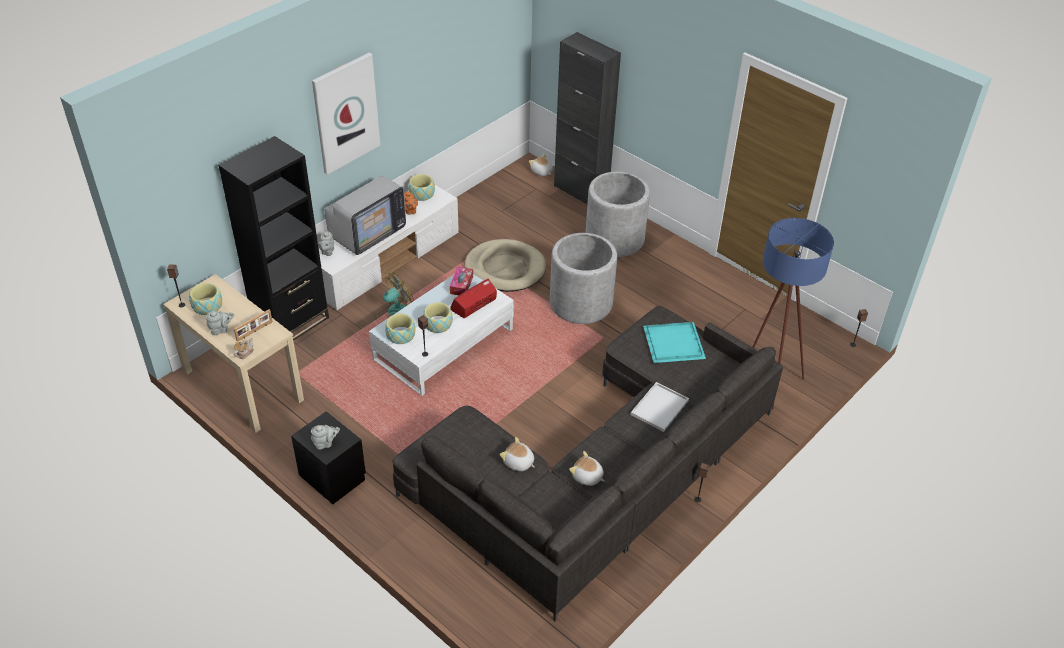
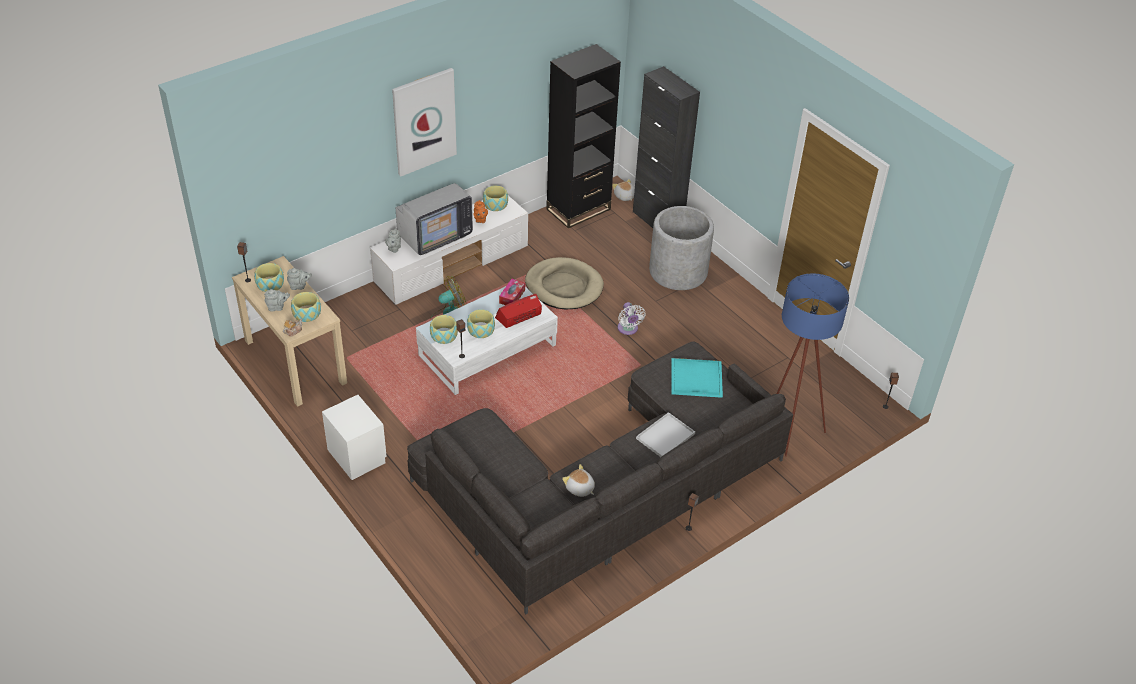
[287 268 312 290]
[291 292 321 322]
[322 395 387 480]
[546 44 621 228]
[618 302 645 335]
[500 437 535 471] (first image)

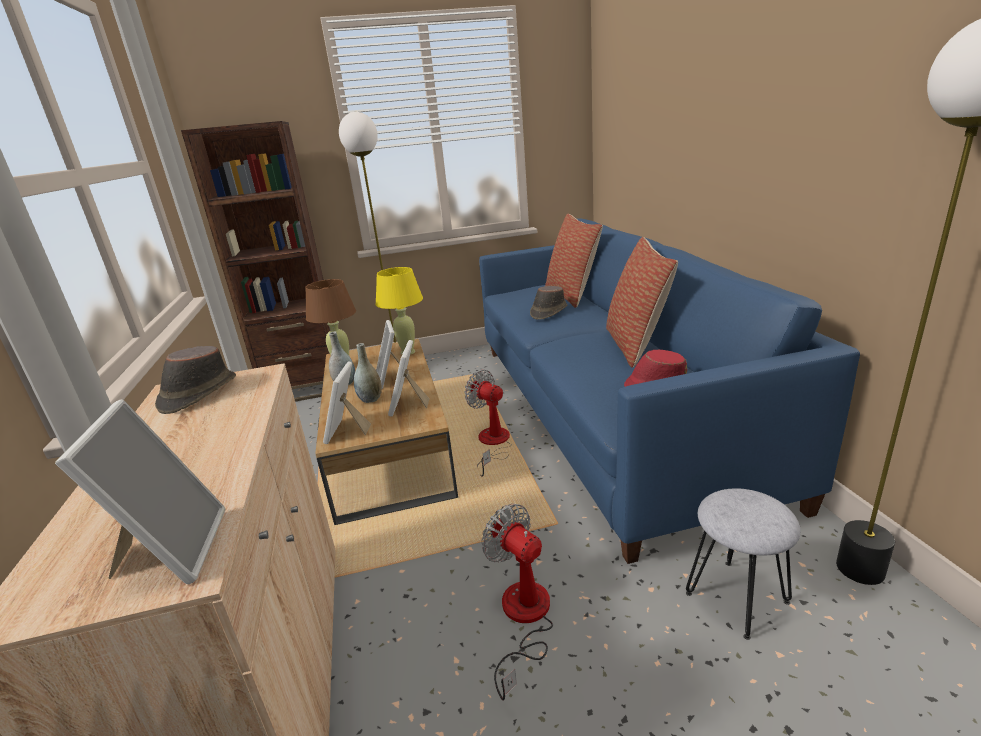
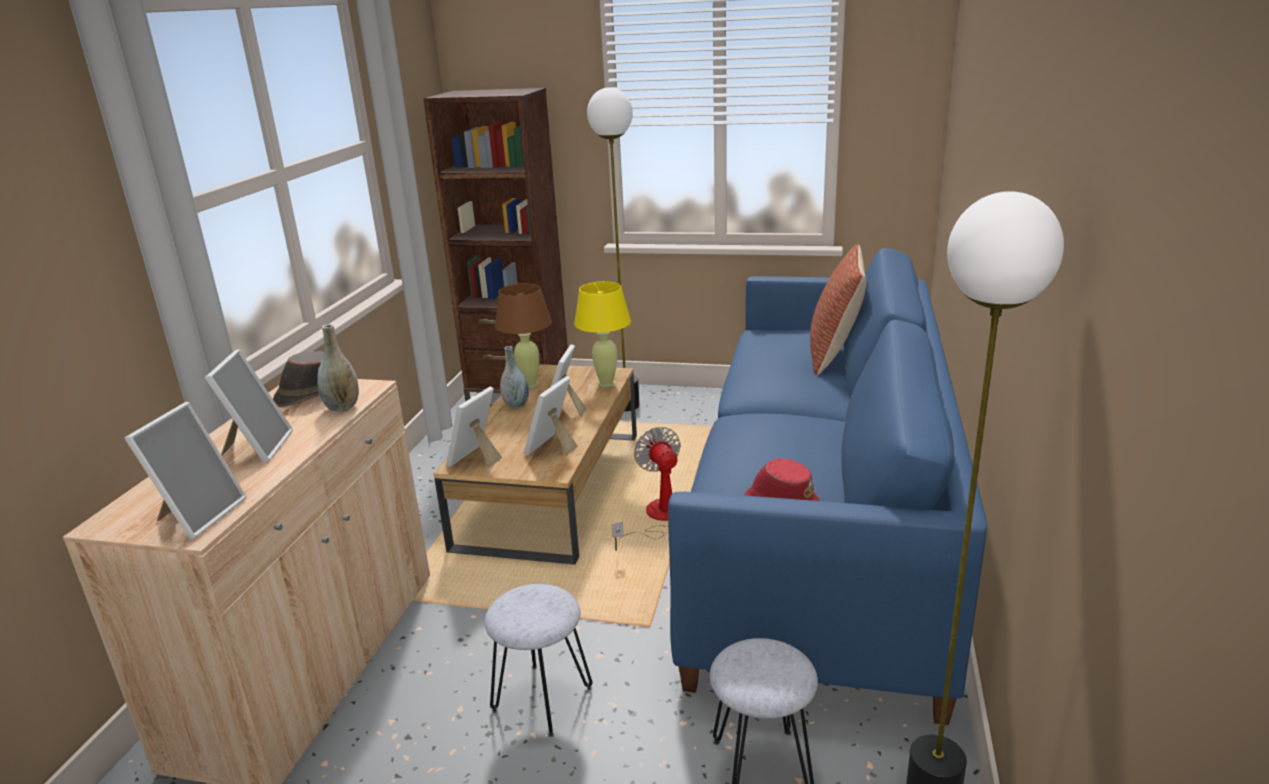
[204 349 293 463]
[317 324 359 412]
[484 584 592 737]
[530 286 567 320] (first image)
[606 237 678 368] (first image)

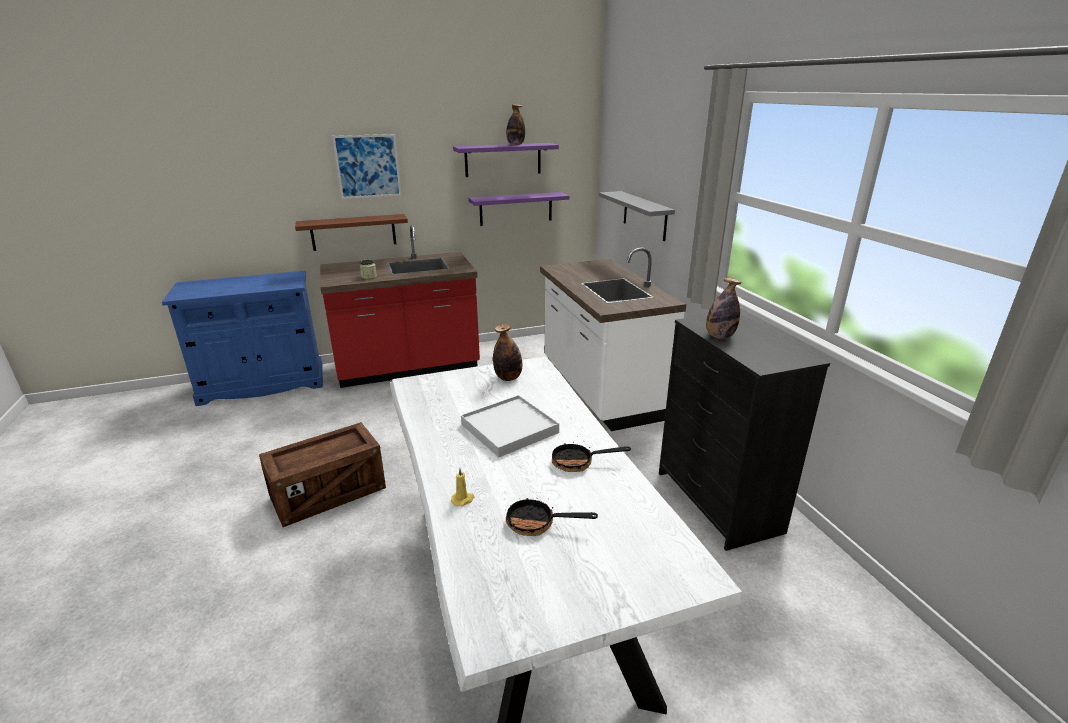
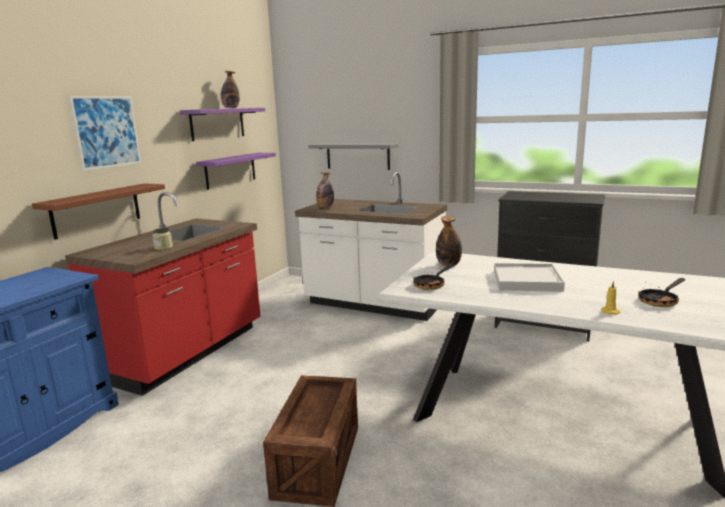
[316 173 334 207]
[413 264 455 290]

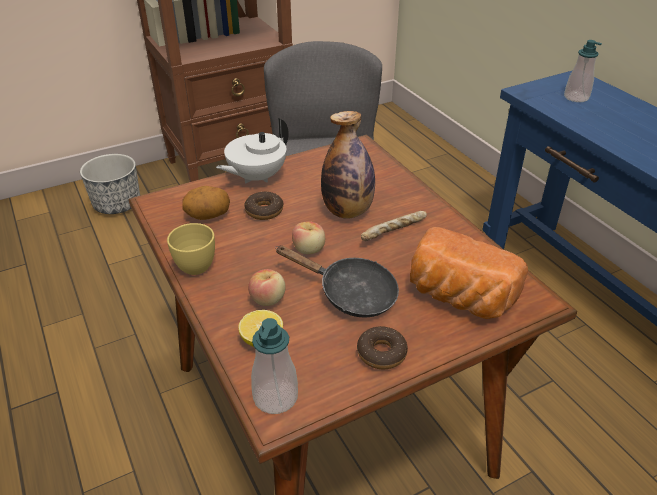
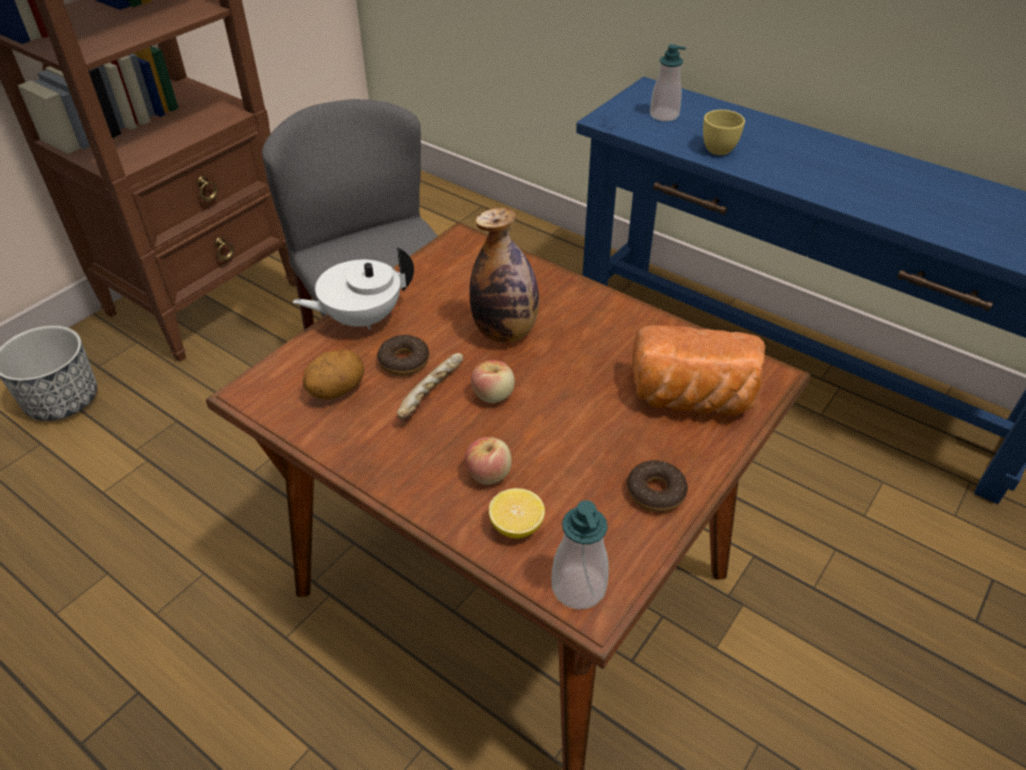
[293 247 414 330]
[397 353 463 420]
[703 110 745 155]
[275 245 399 318] (first image)

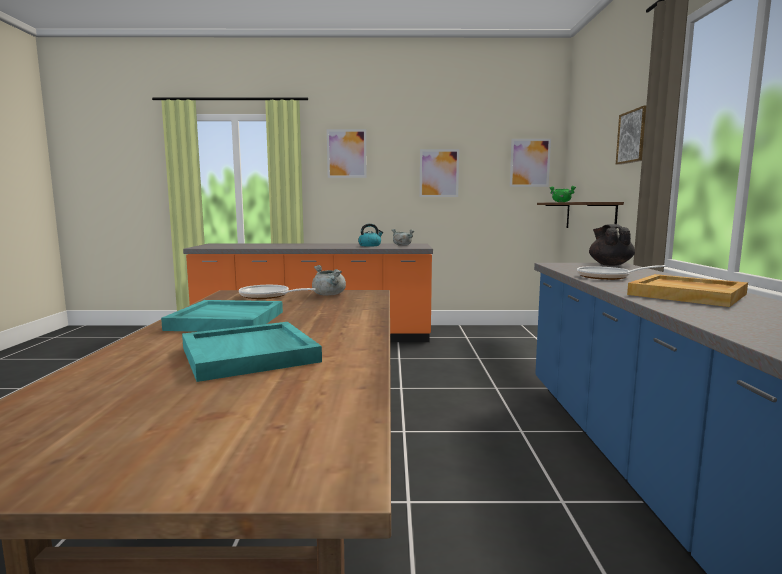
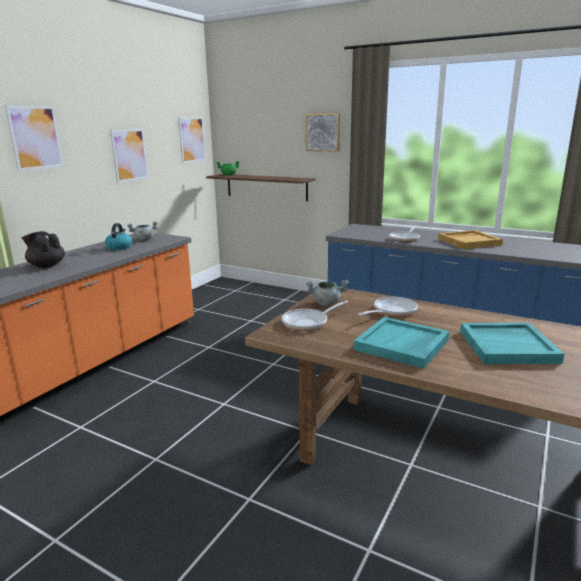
[22 231 65 268]
[358 297 418 316]

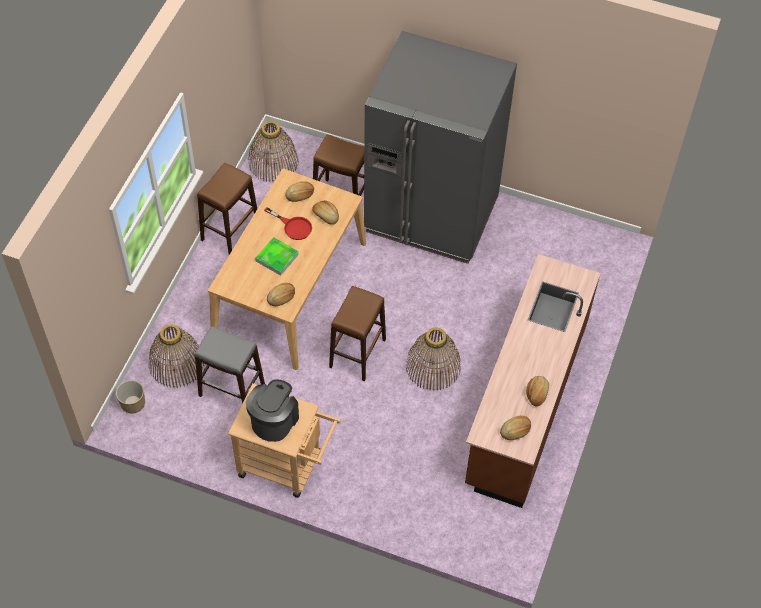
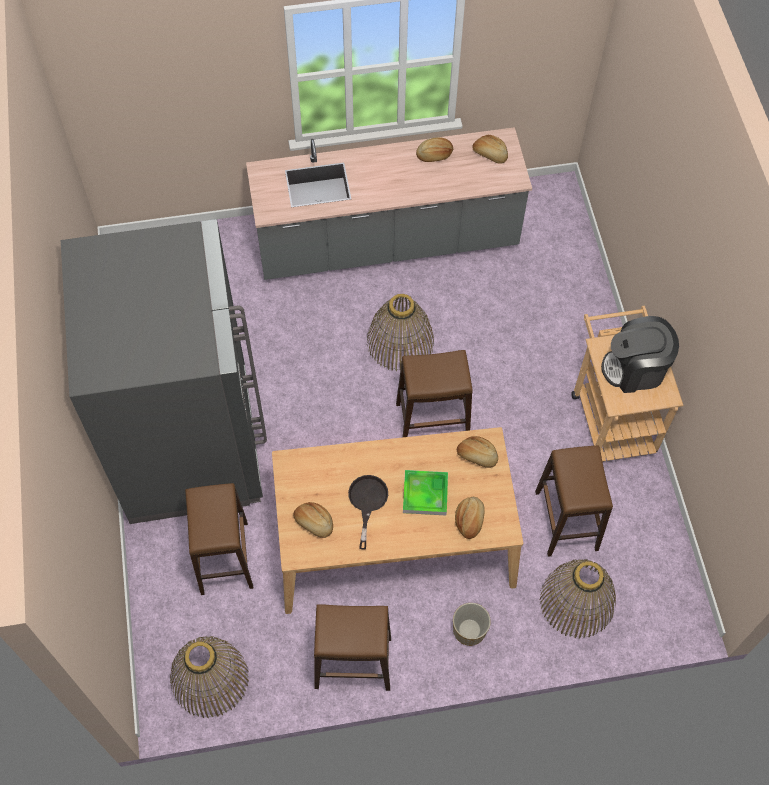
[246 127 532 280]
[348 475 388 550]
[453 603 491 646]
[455 497 485 539]
[535 446 613 557]

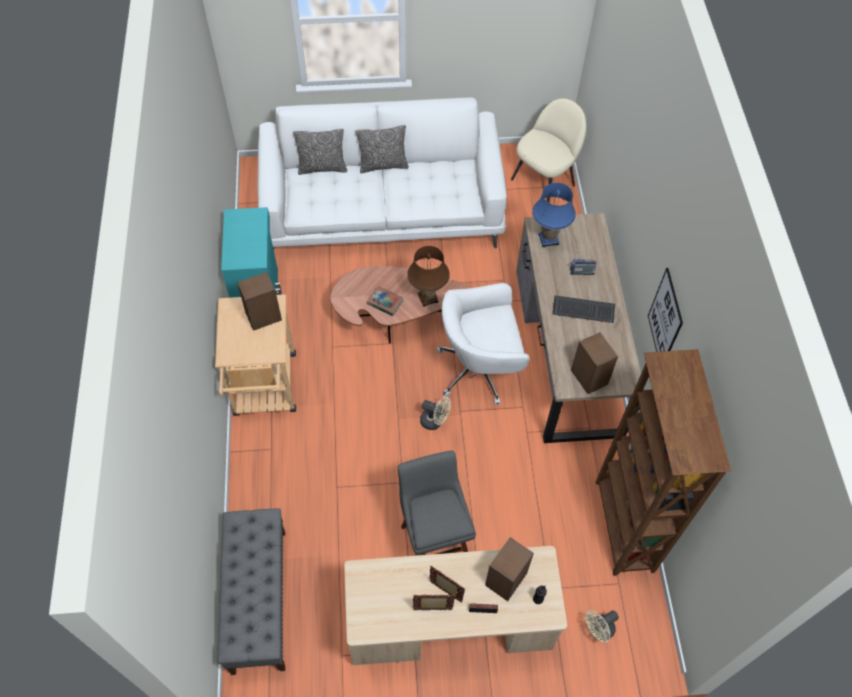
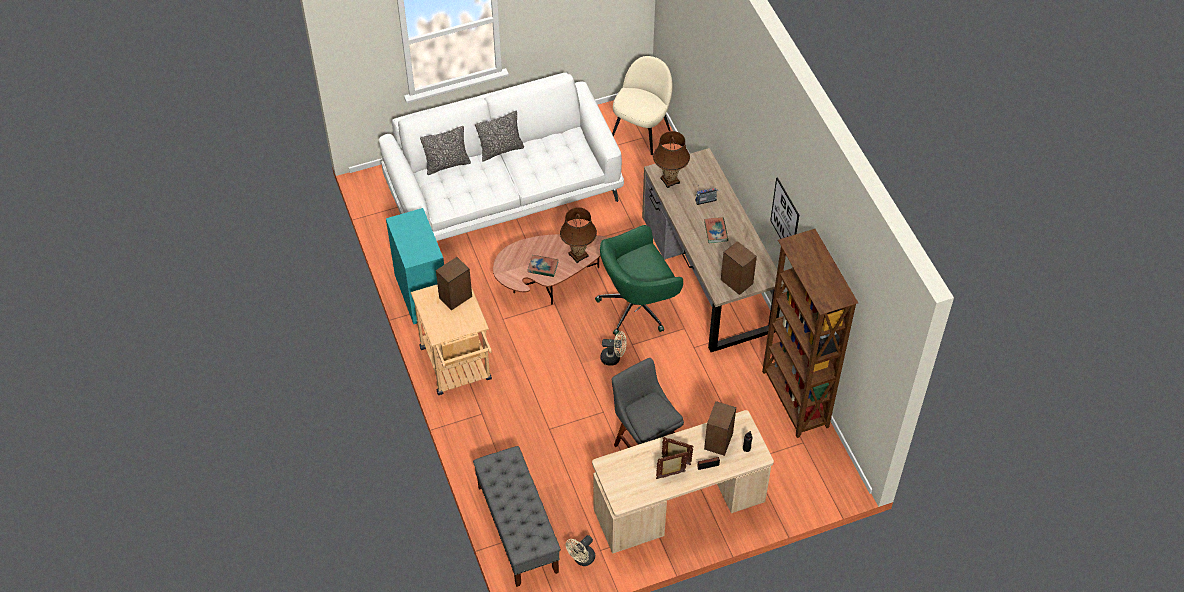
[566 535 595 566]
[595 225 683 336]
[653 131 690 188]
[704 217 728 243]

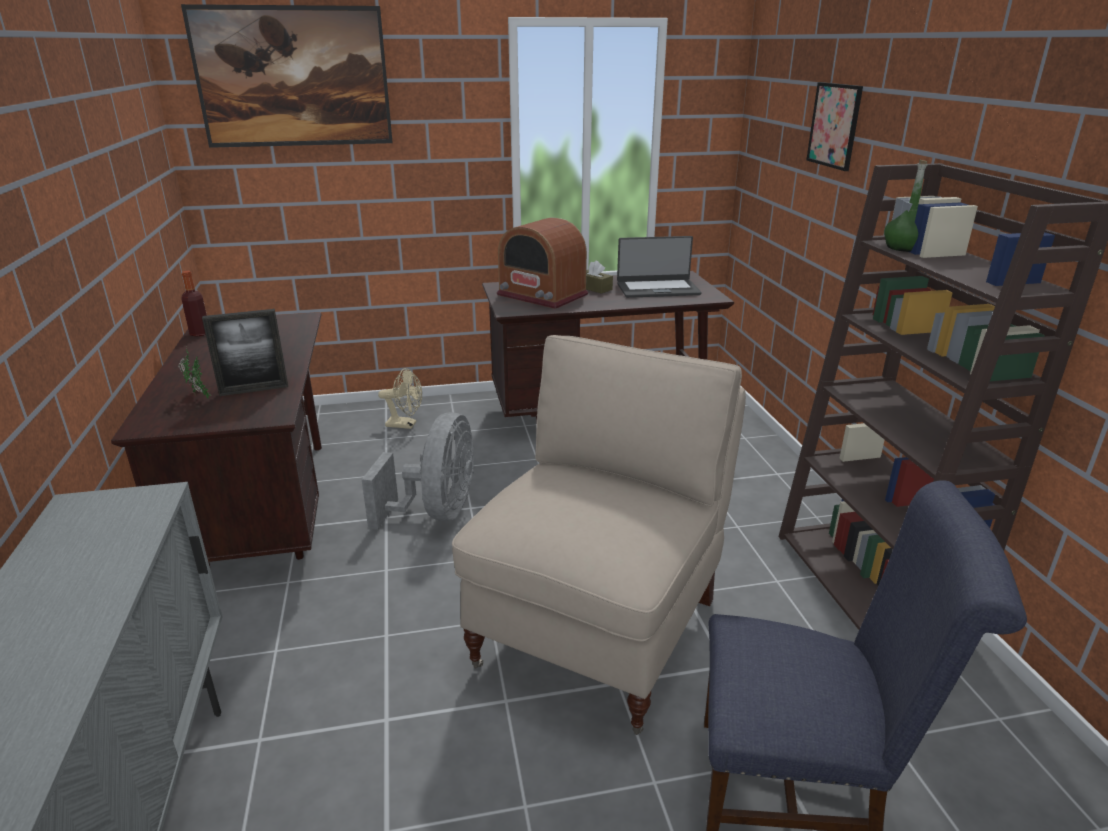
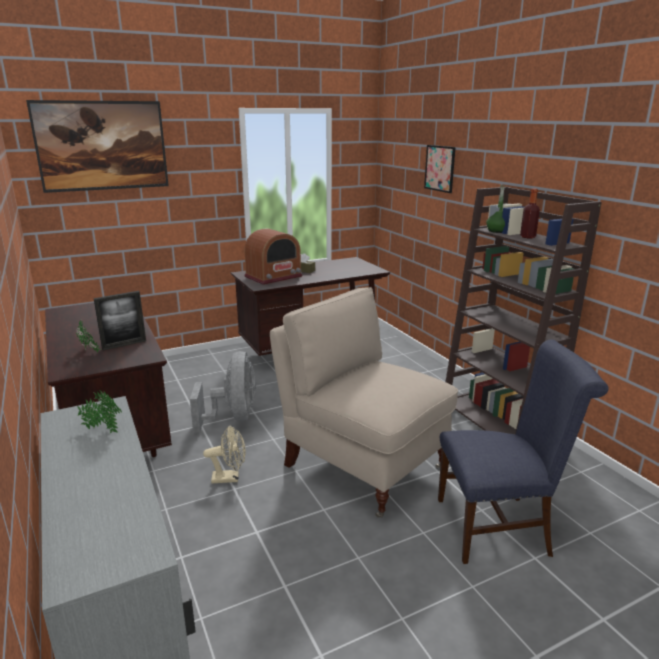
[77 391 122 433]
[203 426 245 483]
[244 229 302 285]
[270 287 458 517]
[520 189 540 238]
[617 236 702 298] (first image)

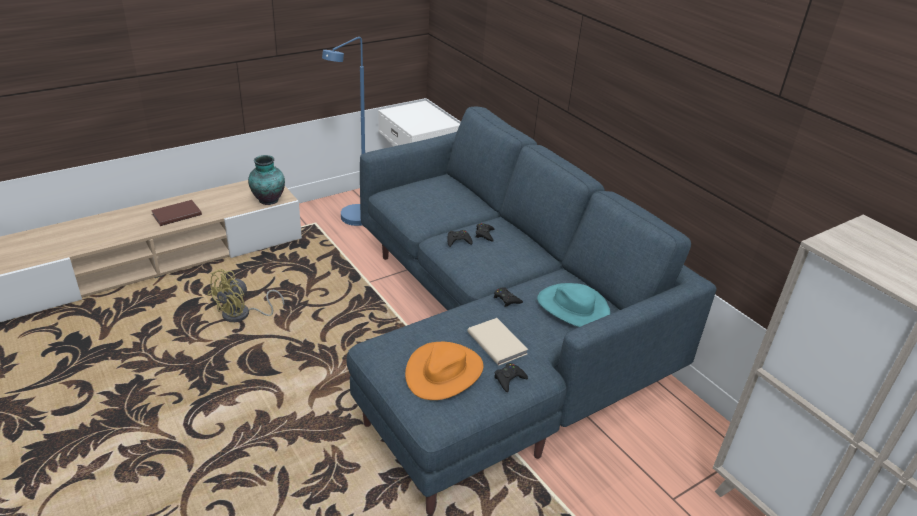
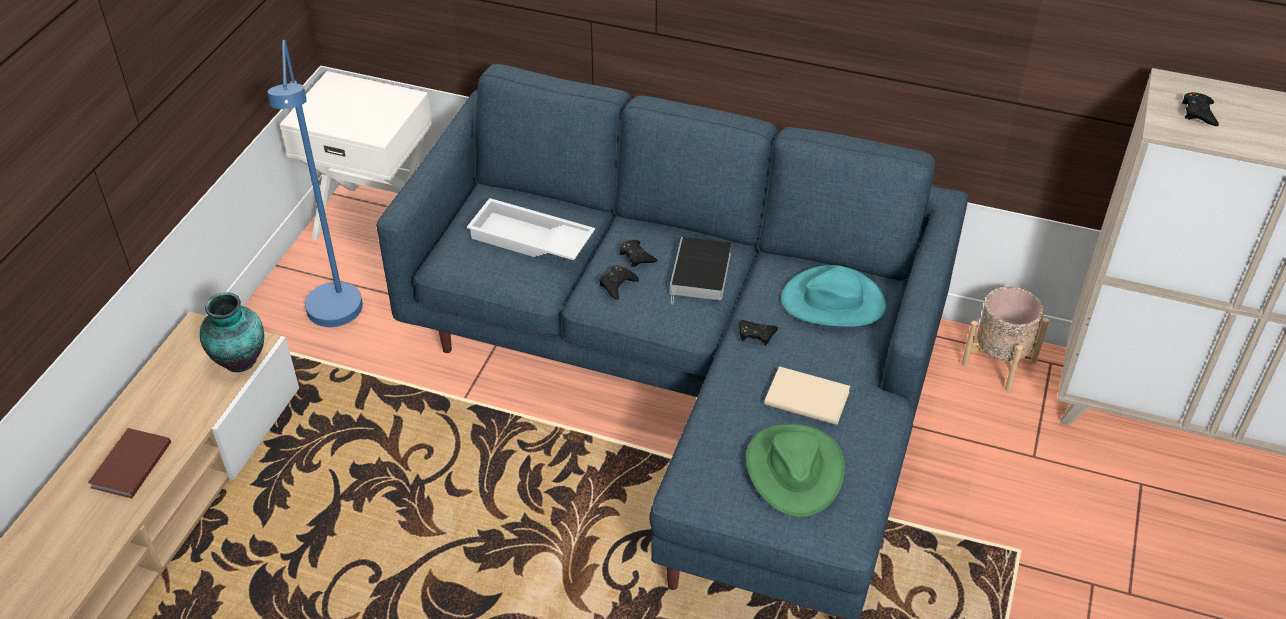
[467 198 595 260]
[670 237 731 304]
[746 424 845 517]
[962 286 1049 391]
[1182 92 1219 126]
[207 269 284 322] (first image)

